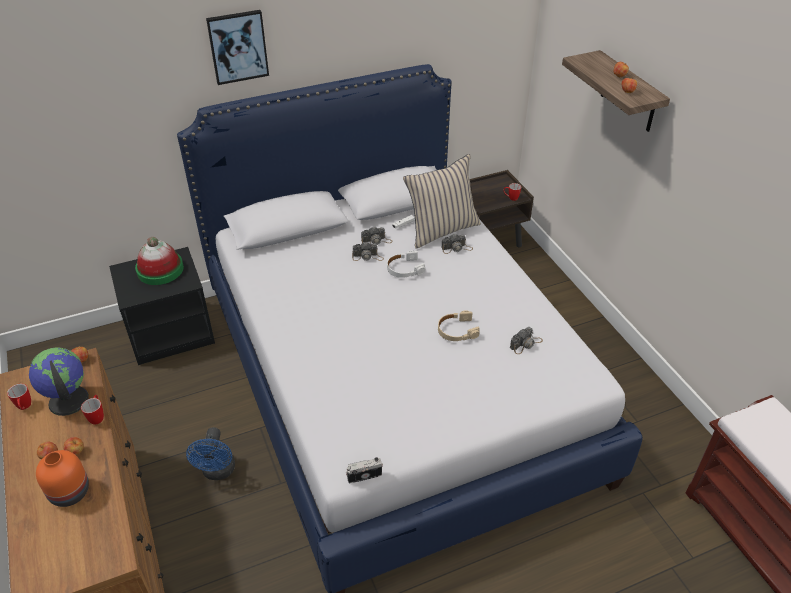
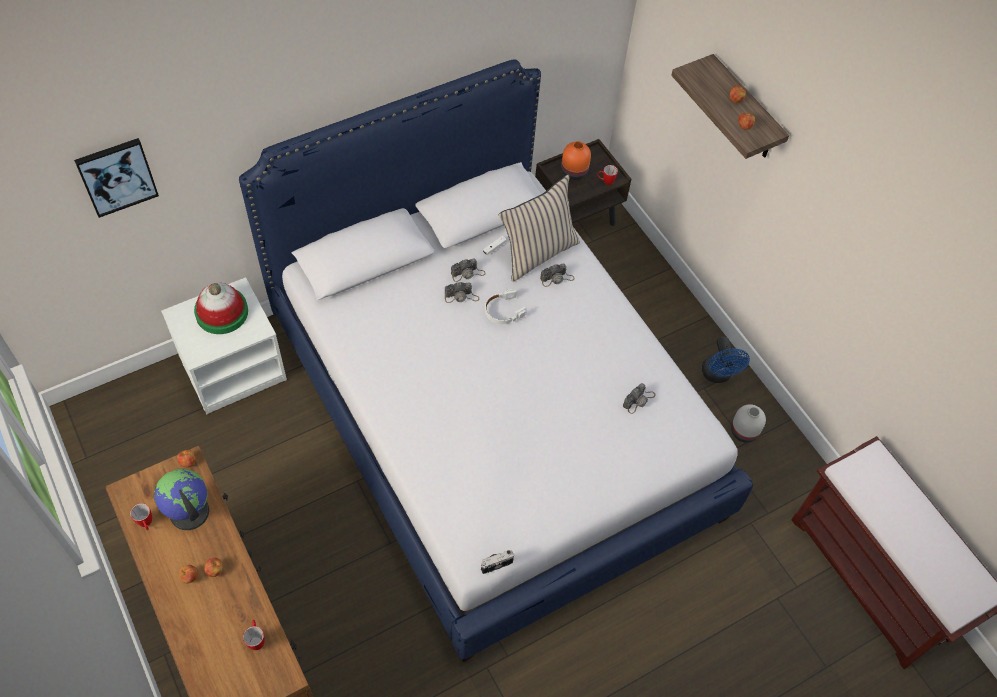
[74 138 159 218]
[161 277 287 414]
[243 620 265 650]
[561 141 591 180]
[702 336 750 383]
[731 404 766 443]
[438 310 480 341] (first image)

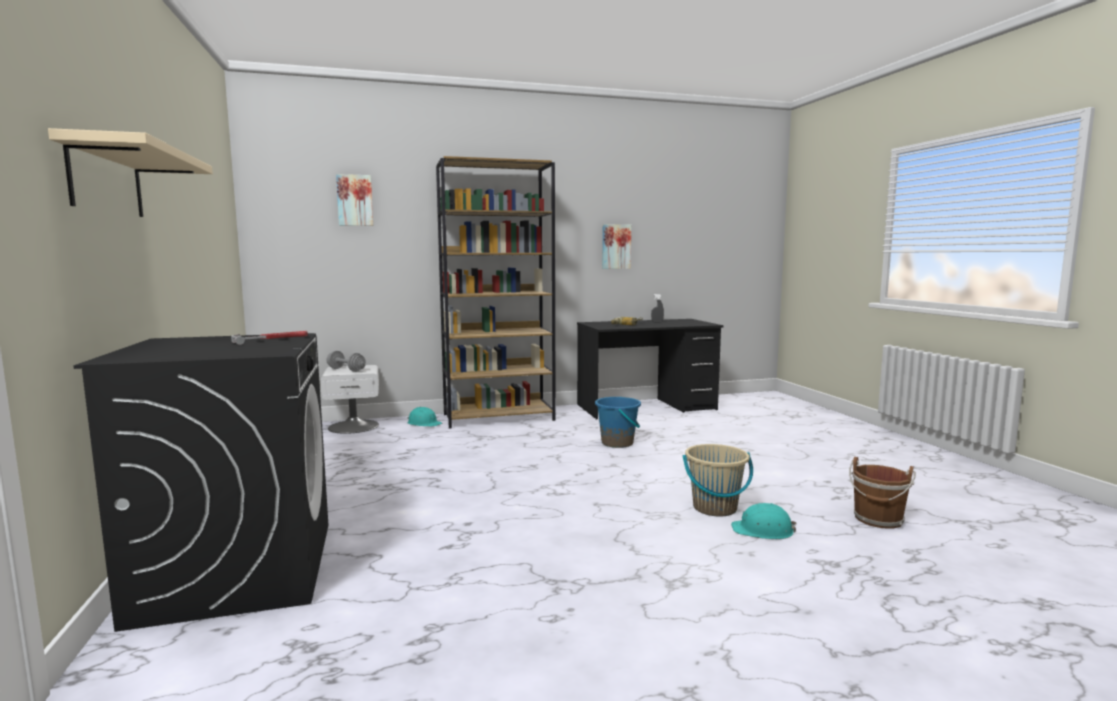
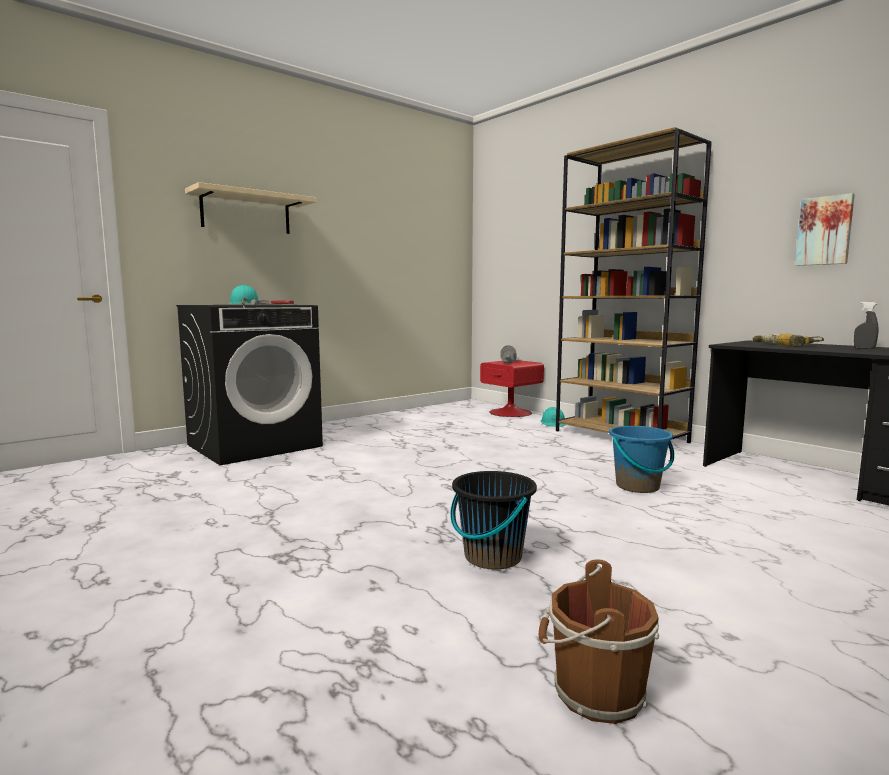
[229 285 258 305]
[450 471 537 570]
[480 360 544 417]
[336 174 373 226] (first image)

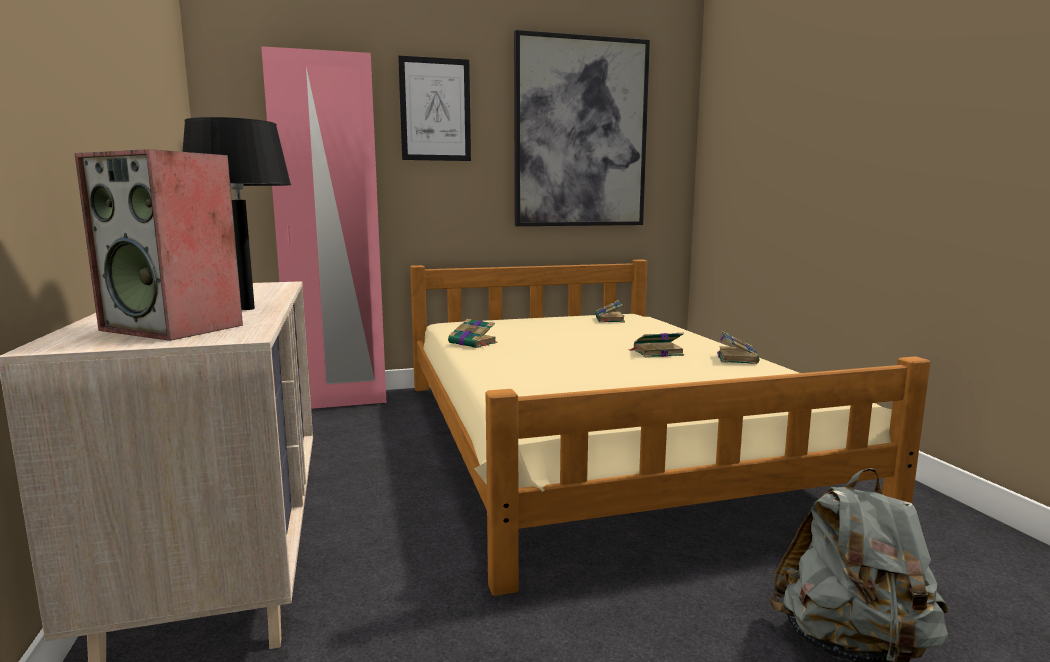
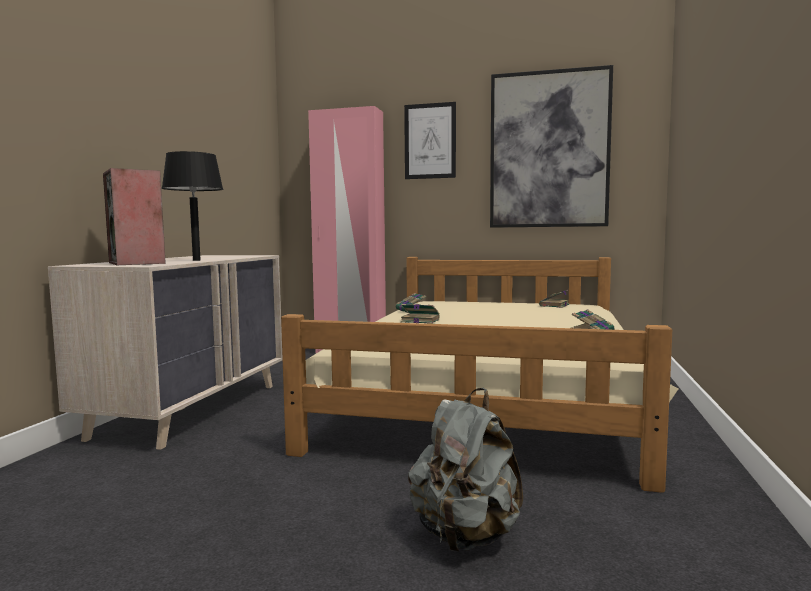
[401 304 439 324]

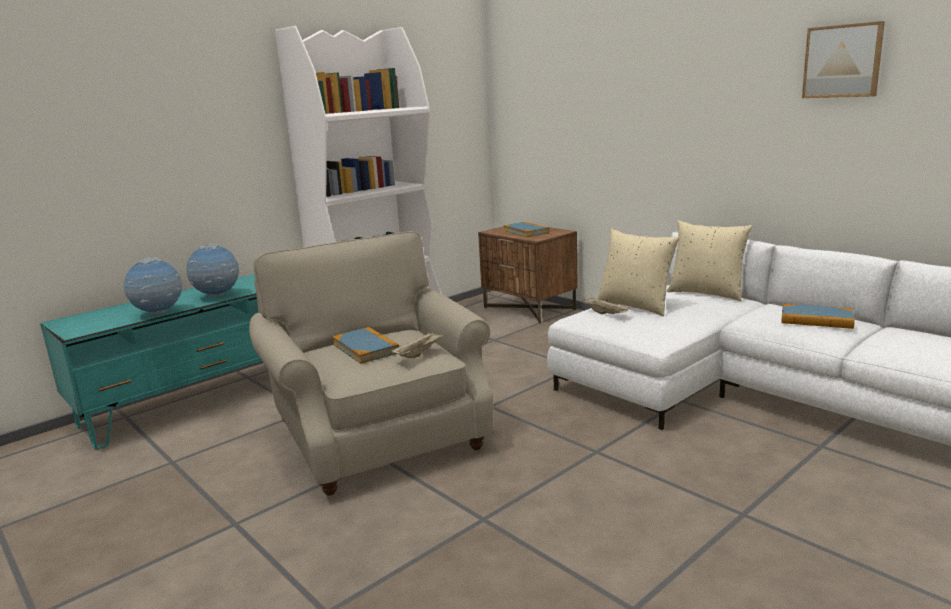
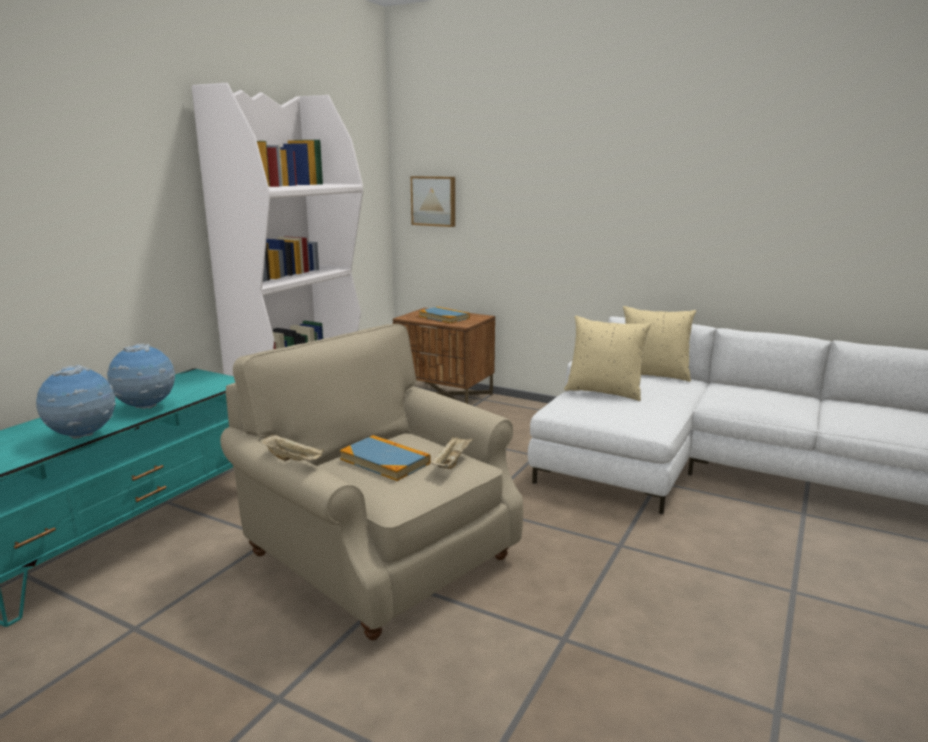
[258 434 325 461]
[411 176 455 227]
[781 304 855 329] (first image)

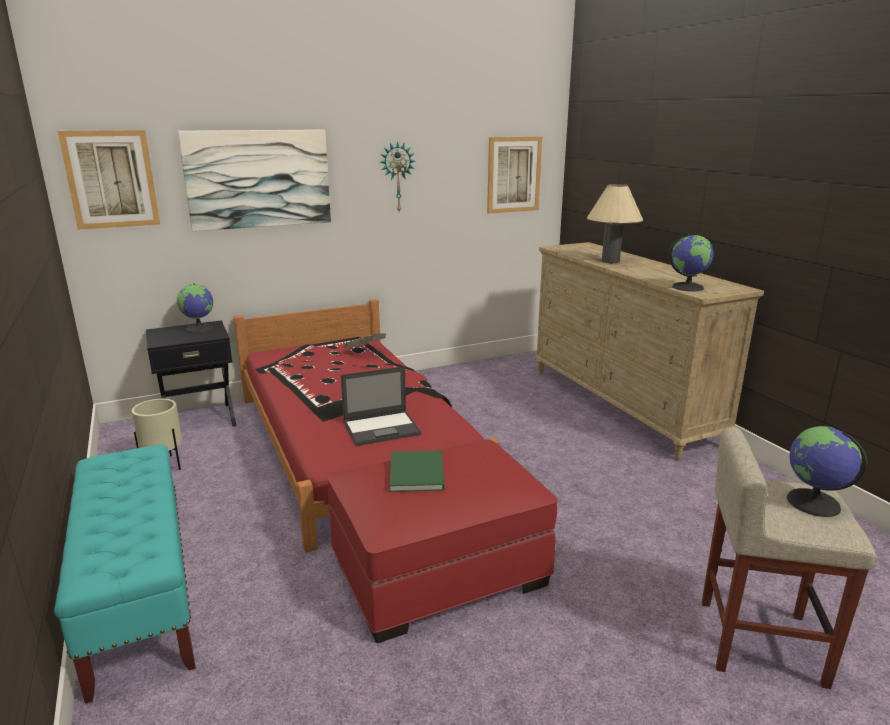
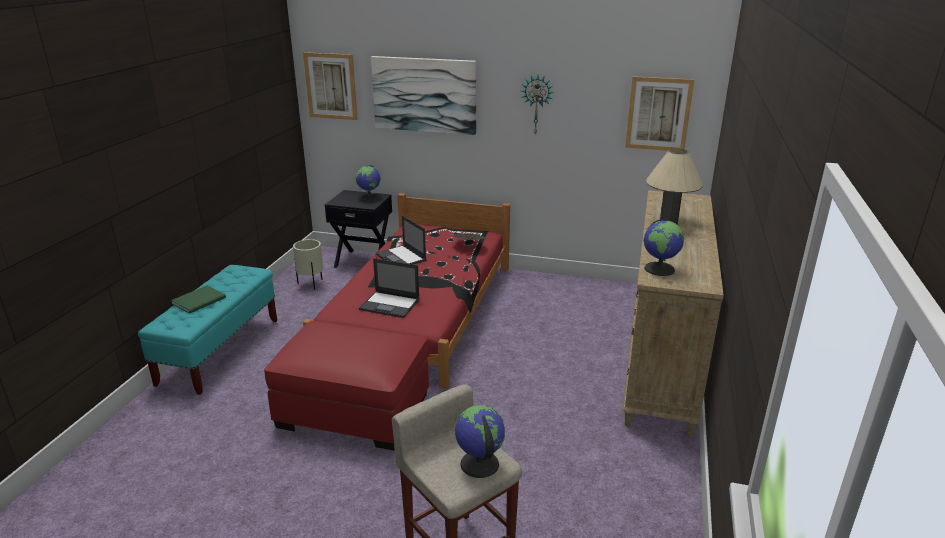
[171 286 226 314]
[376 216 426 265]

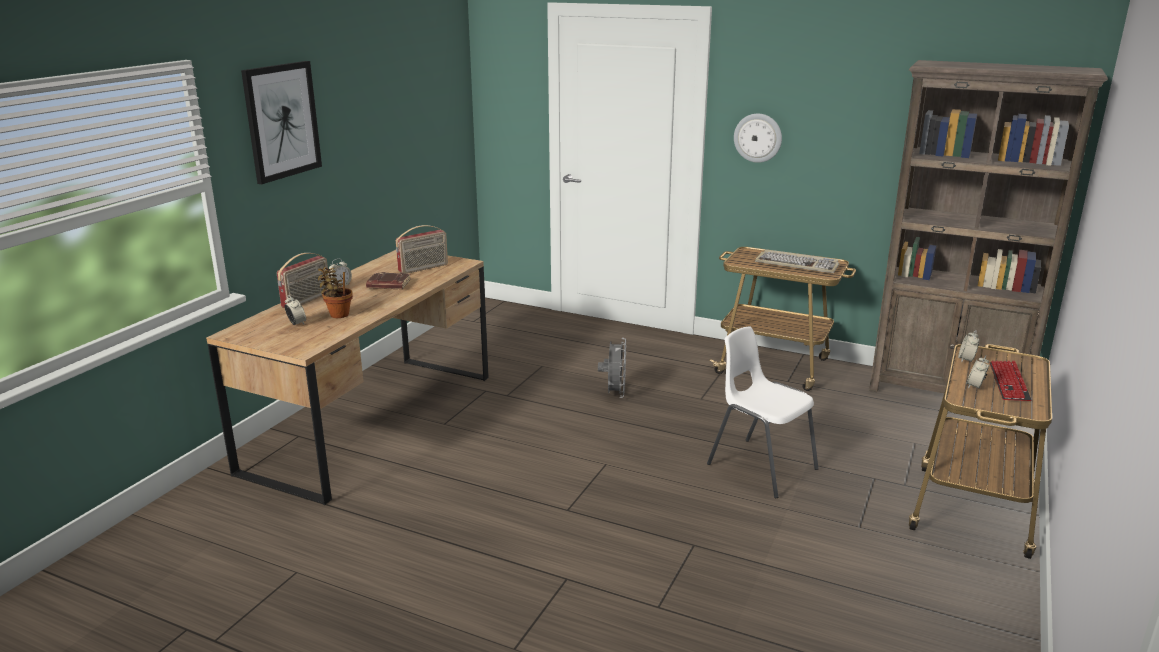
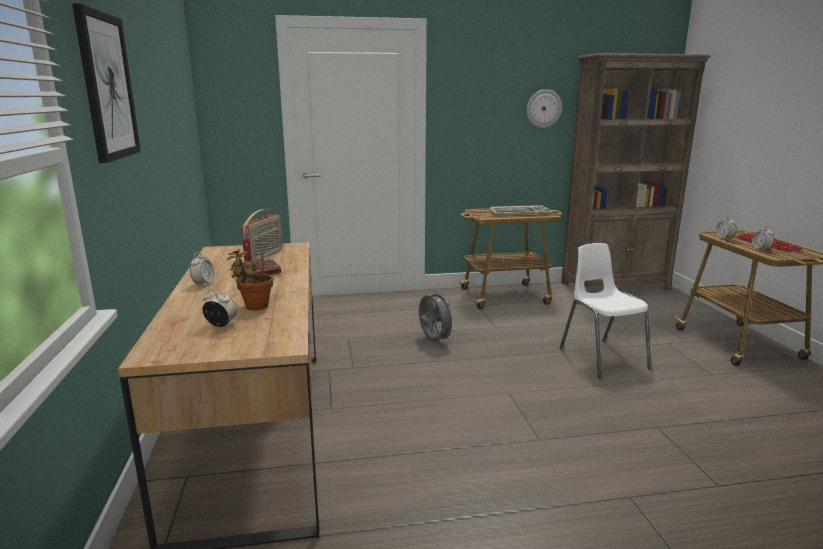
[527 89 562 128]
[559 243 651 379]
[277 253 330 308] (first image)

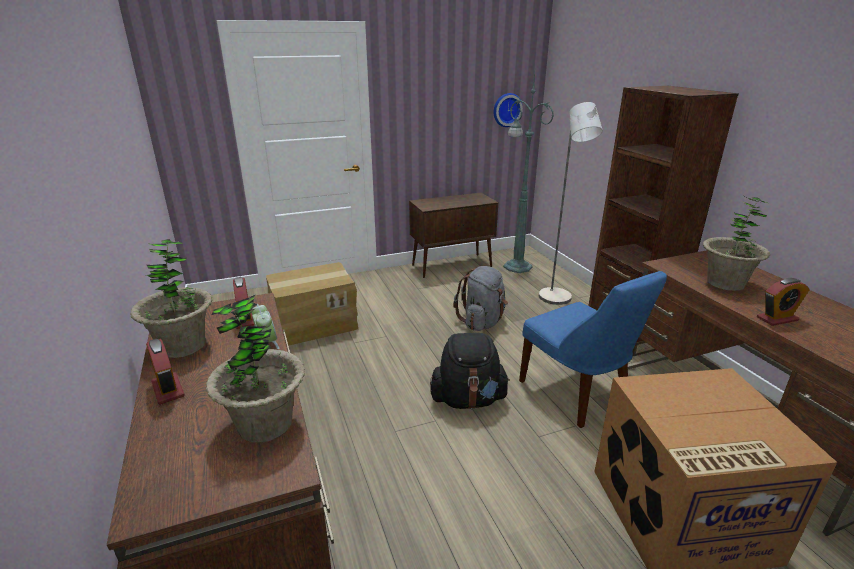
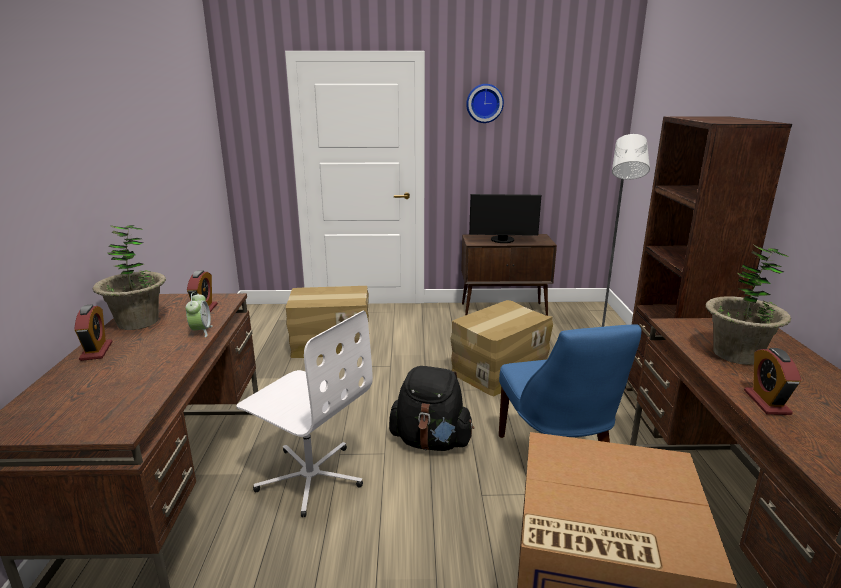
[236 311 373 517]
[451 300 553 396]
[466 84 504 123]
[469 194 541 243]
[744 348 801 415]
[206 295 305 443] (first image)
[503 73 554 273] (first image)

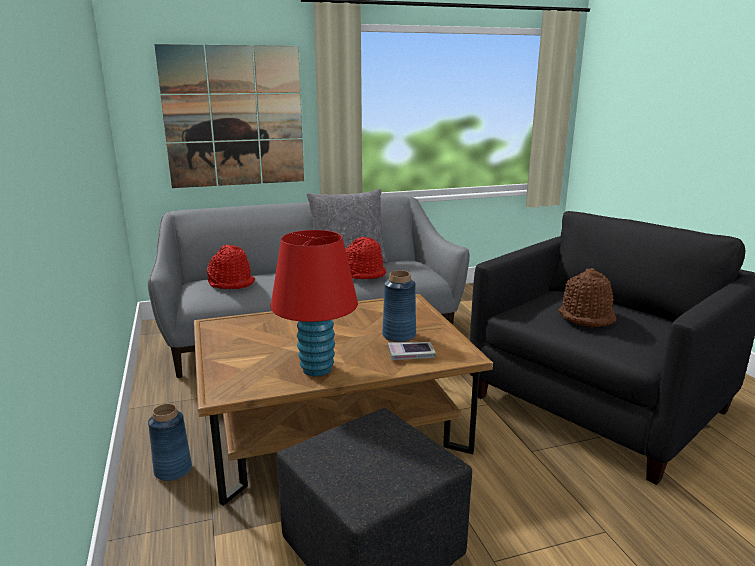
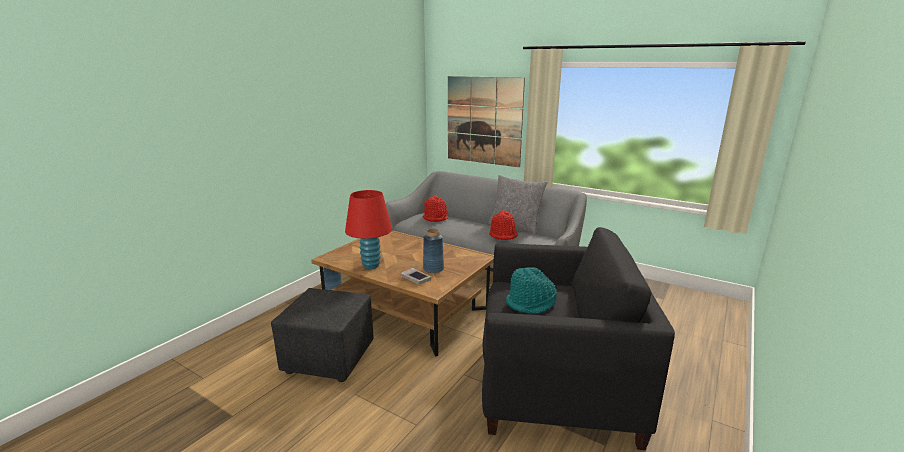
[506 267 557 314]

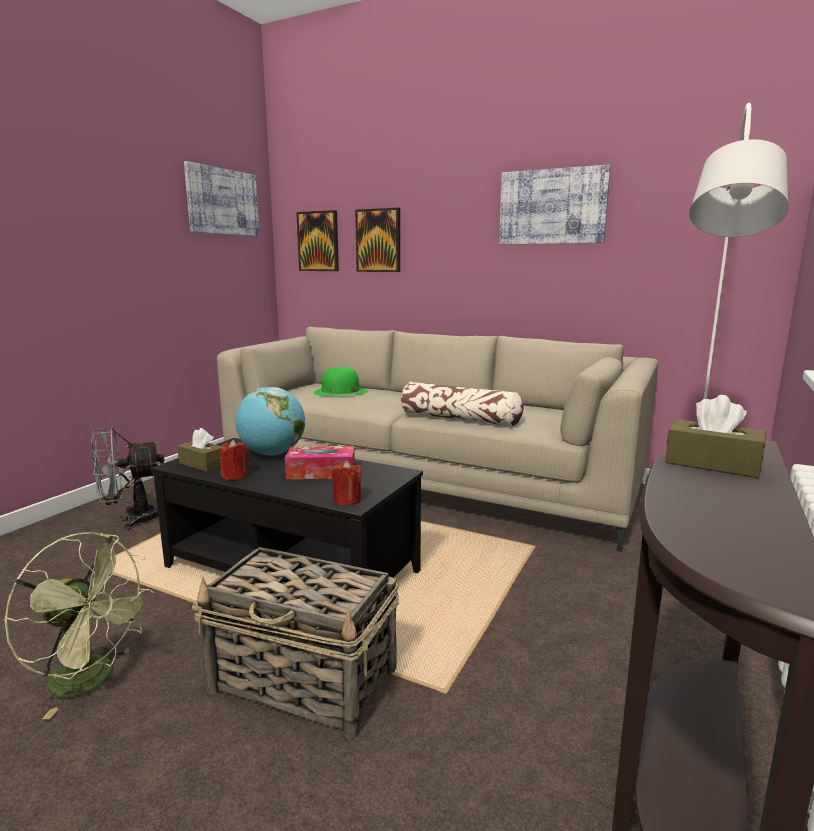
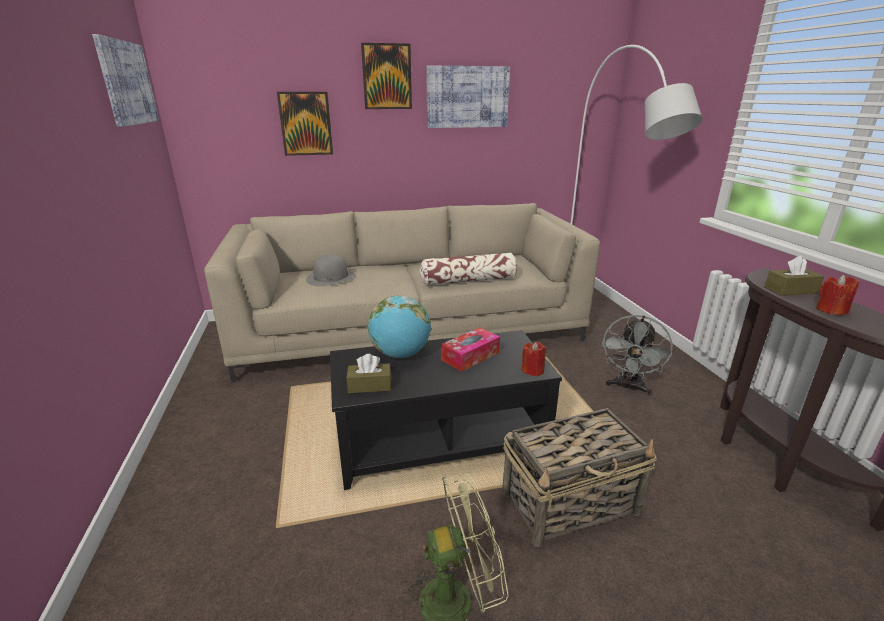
[306 254 356 287]
[361 43 412 109]
[601 315 673 396]
[816 275 859 315]

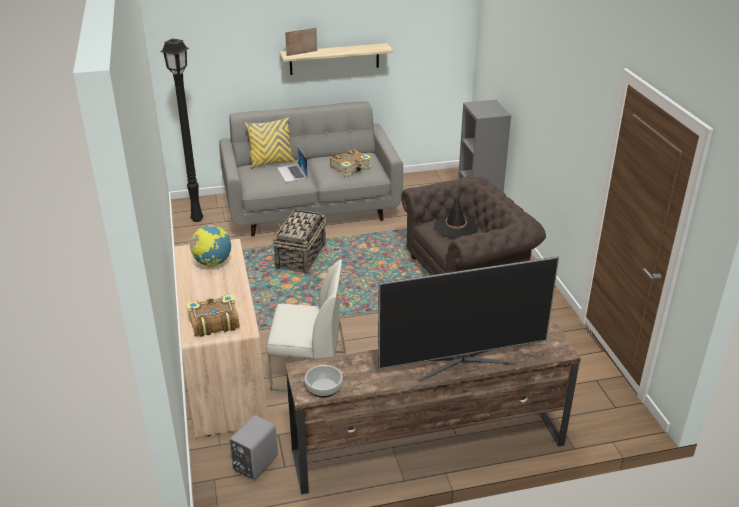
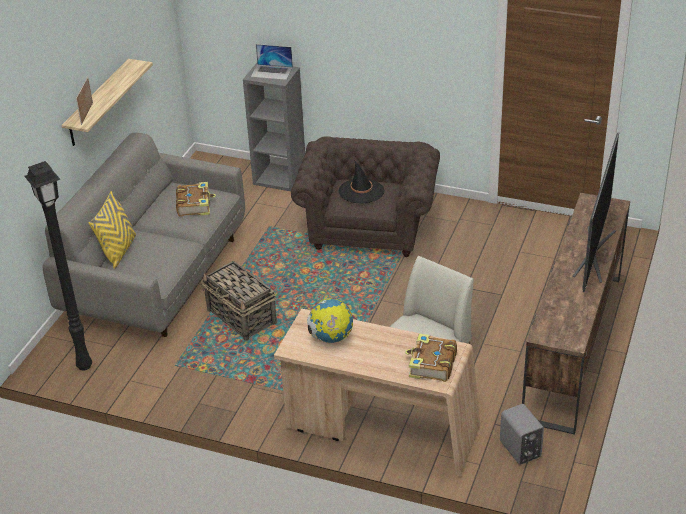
[251 44 293 80]
[305 365 343 398] (first image)

